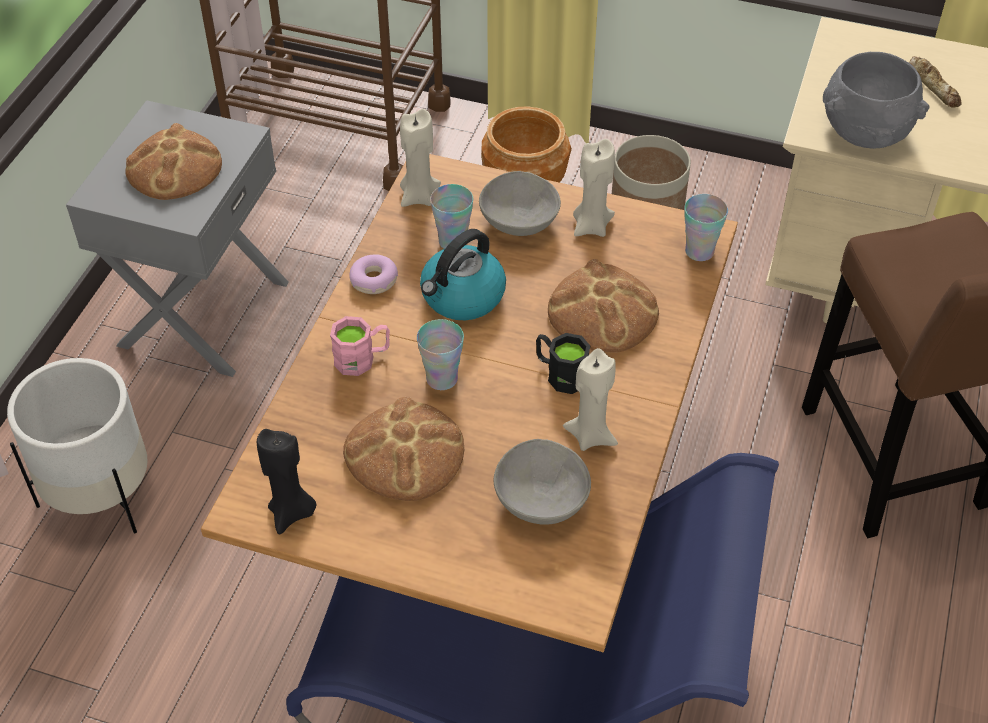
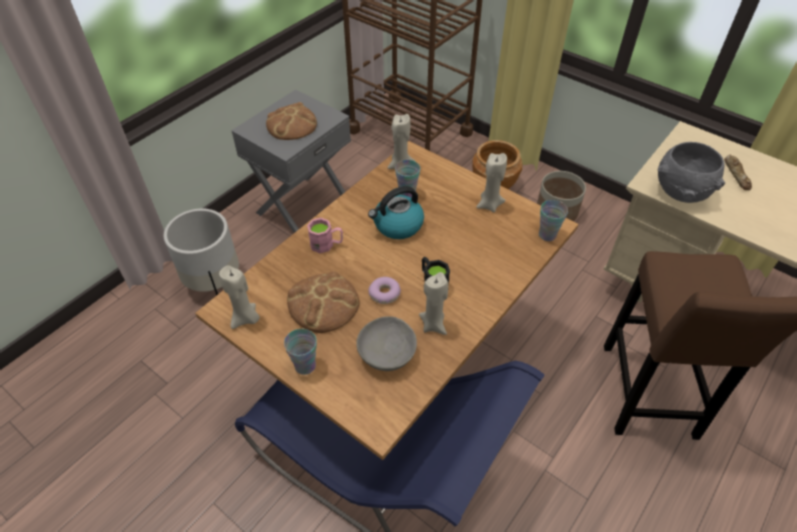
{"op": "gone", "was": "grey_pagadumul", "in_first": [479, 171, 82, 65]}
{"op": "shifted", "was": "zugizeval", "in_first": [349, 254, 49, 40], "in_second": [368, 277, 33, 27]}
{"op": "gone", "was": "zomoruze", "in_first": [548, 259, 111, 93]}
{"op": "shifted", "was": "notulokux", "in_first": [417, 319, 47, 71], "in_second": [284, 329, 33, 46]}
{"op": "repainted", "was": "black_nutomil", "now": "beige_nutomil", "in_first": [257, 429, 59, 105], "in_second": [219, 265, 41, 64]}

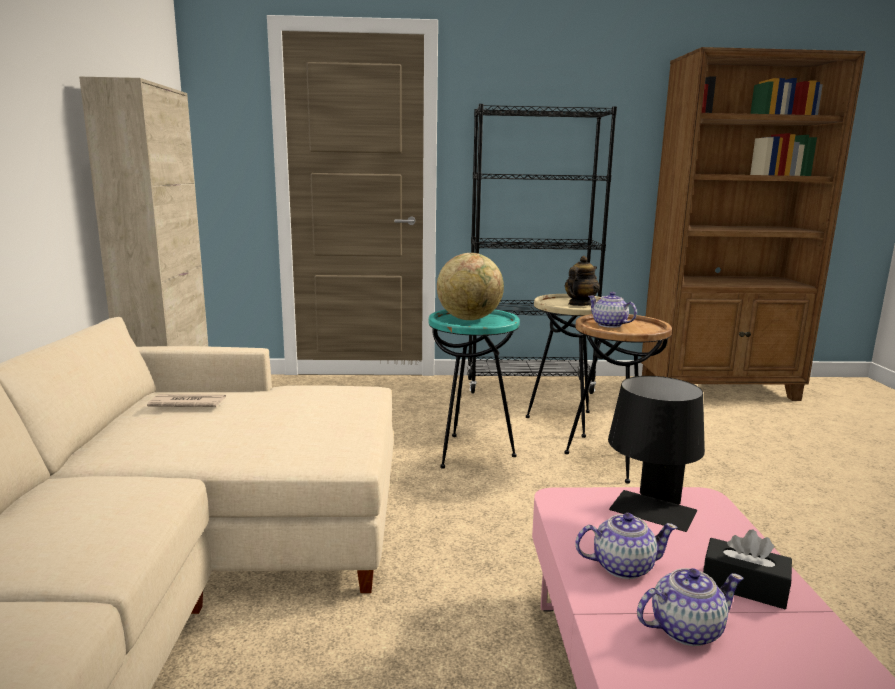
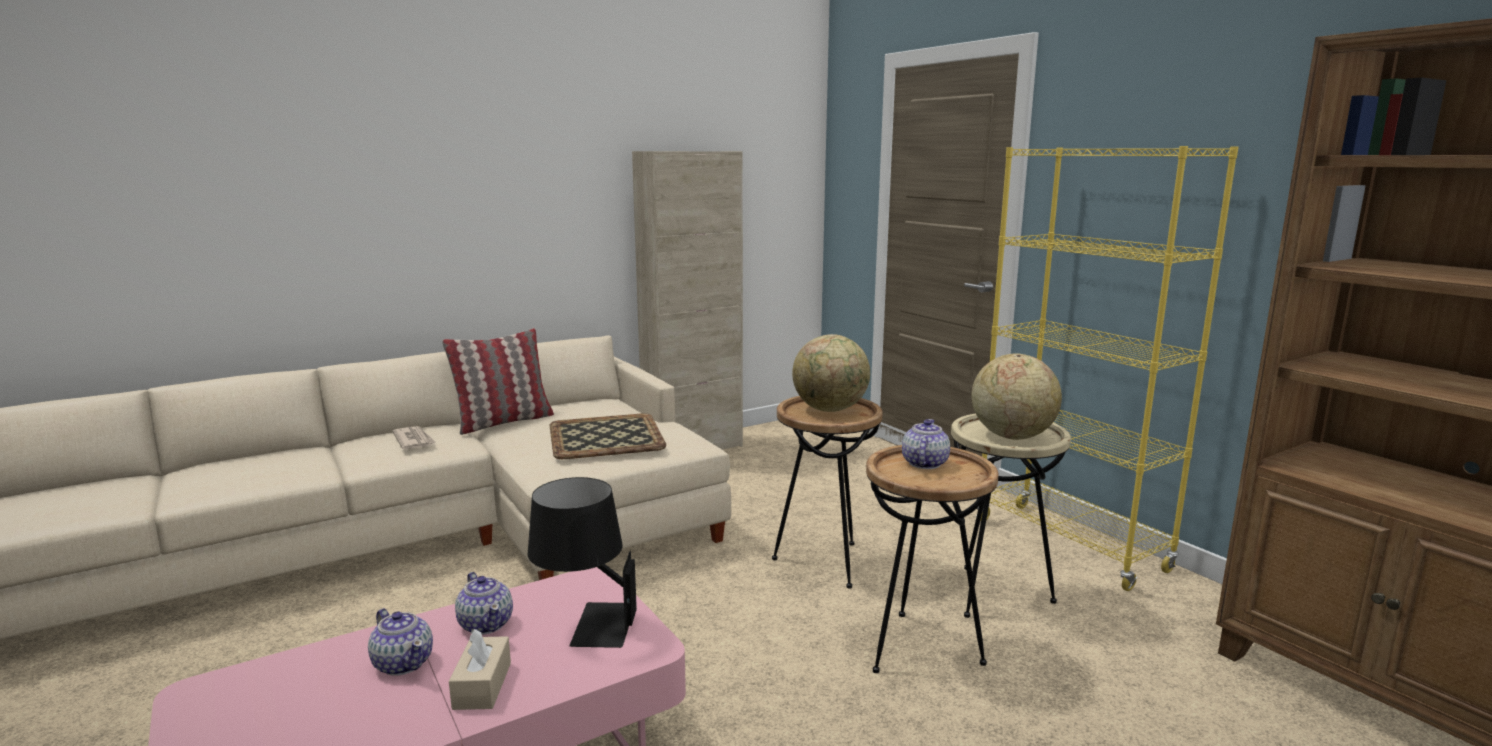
{"op": "repainted", "was": "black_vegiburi", "now": "yellow_vegiburi", "in_first": [467, 104, 150, 290], "in_second": [976, 146, 263, 445]}
{"op": "swapped", "was": "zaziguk", "now": "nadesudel", "in_first": [565, 256, 35, 50], "in_second": [971, 353, 91, 87]}
{"op": "repainted", "was": "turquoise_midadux", "now": "brown_midadux", "in_first": [429, 310, 91, 159], "in_second": [772, 396, 111, 193]}
{"op": "shifted", "was": "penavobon", "in_first": [147, 394, 79, 13], "in_second": [392, 426, 44, 23]}
{"op": "repainted", "was": "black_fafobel", "now": "beige_fafobel", "in_first": [703, 530, 89, 79], "in_second": [449, 629, 62, 81]}
{"op": "new", "now": "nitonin", "in_second": [442, 328, 112, 107]}
{"op": "new", "now": "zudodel", "in_second": [550, 413, 116, 46]}

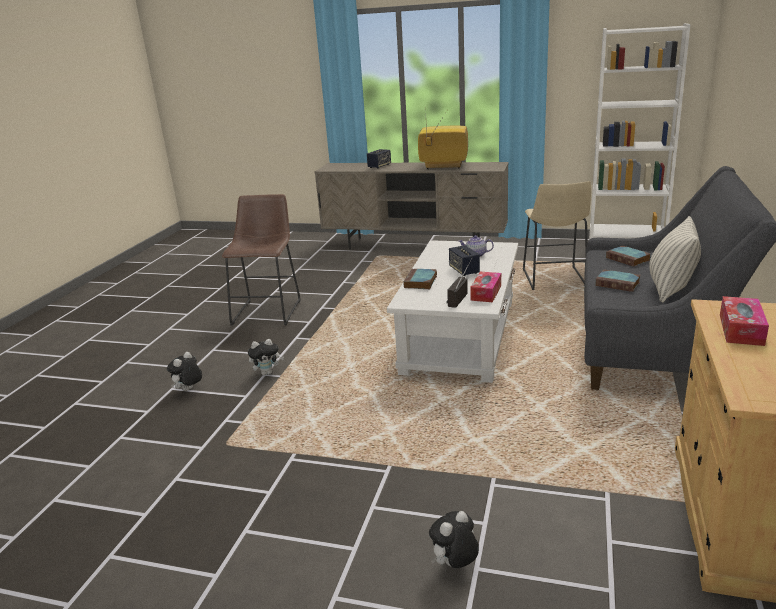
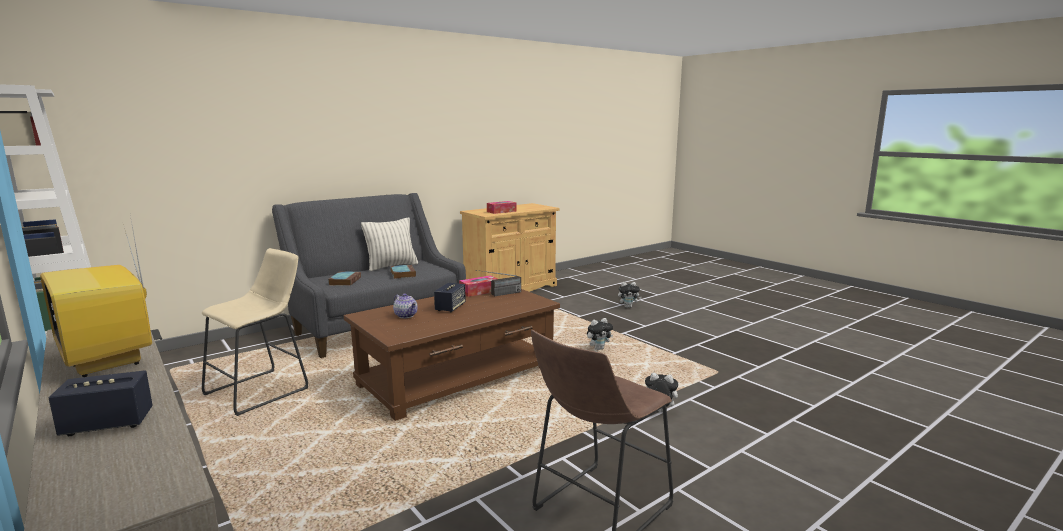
{"op": "repainted", "was": "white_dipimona", "now": "brown_dipimona", "in_first": [387, 240, 131, 143], "in_second": [344, 289, 216, 132]}
{"op": "gone", "was": "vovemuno", "in_first": [403, 268, 34, 21]}
{"op": "shifted", "was": "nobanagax", "in_first": [167, 352, 35, 39], "in_second": [587, 318, 26, 32]}

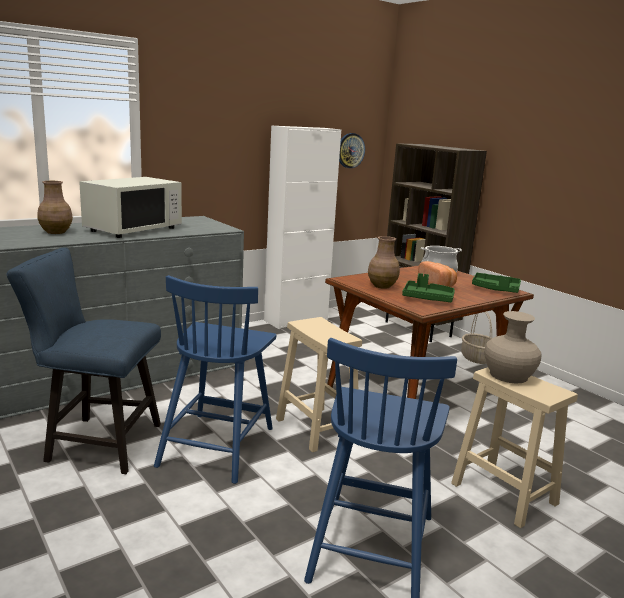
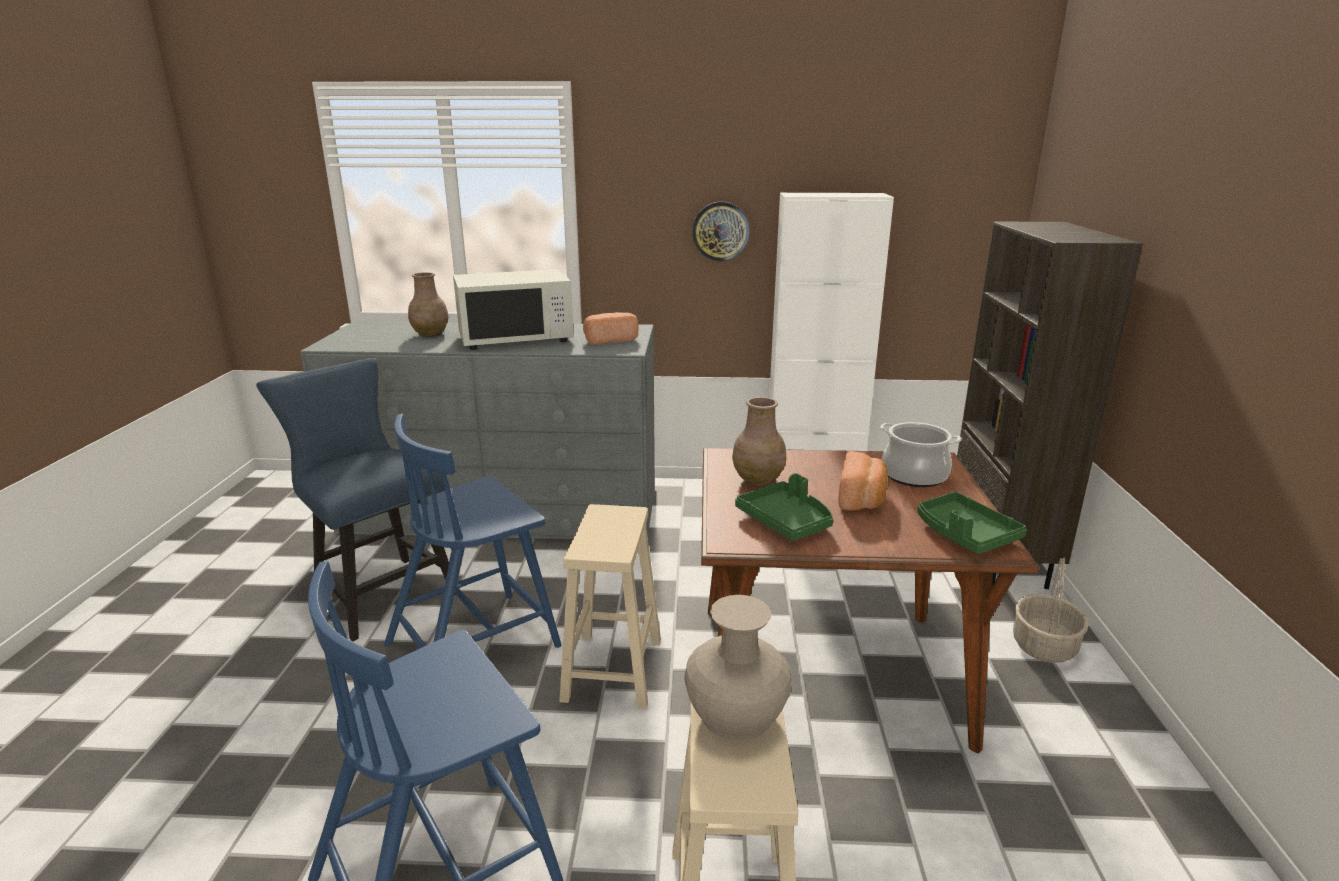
{"op": "shifted", "was": "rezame", "in_first": [339, 133, 26, 35], "in_second": [692, 202, 58, 59]}
{"op": "new", "now": "zomoruze", "in_second": [583, 312, 55, 33]}

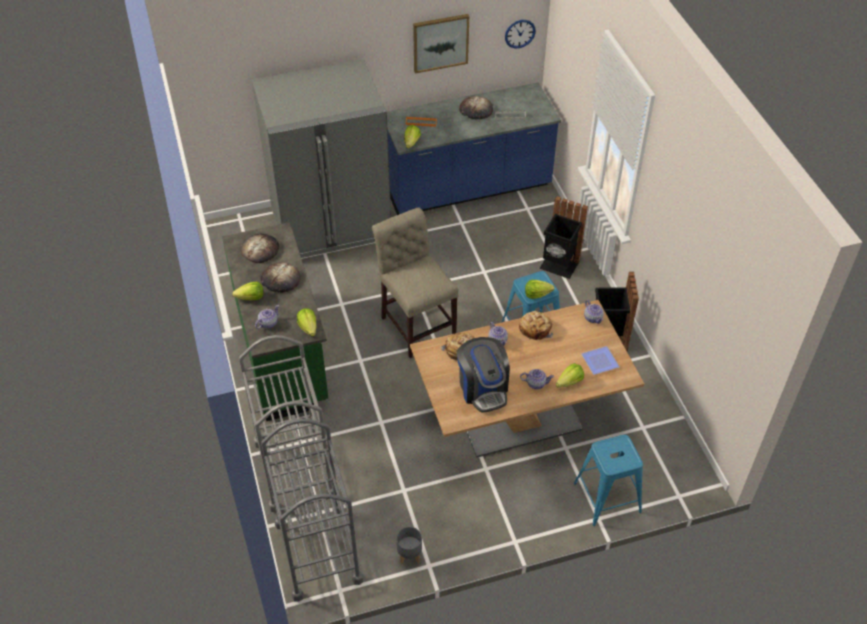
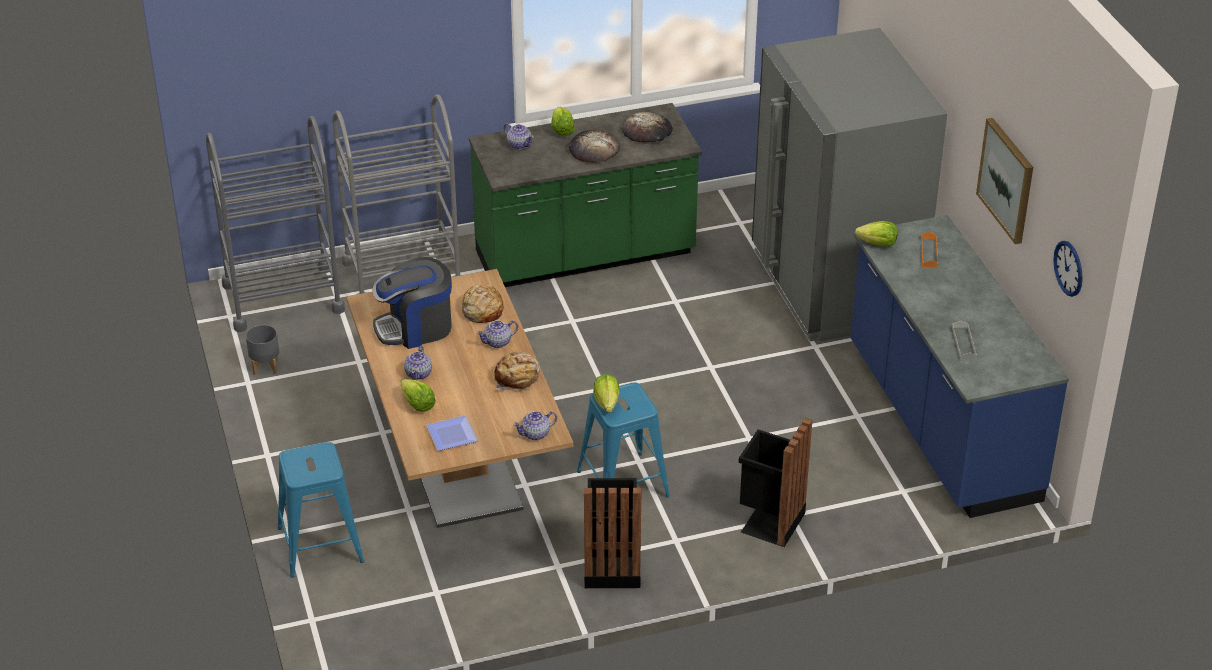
{"op": "gone", "was": "zomoruze", "in_first": [459, 96, 34, 23]}
{"op": "gone", "was": "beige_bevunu", "in_first": [372, 207, 87, 151]}
{"op": "gone", "was": "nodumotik", "in_first": [297, 308, 20, 28]}

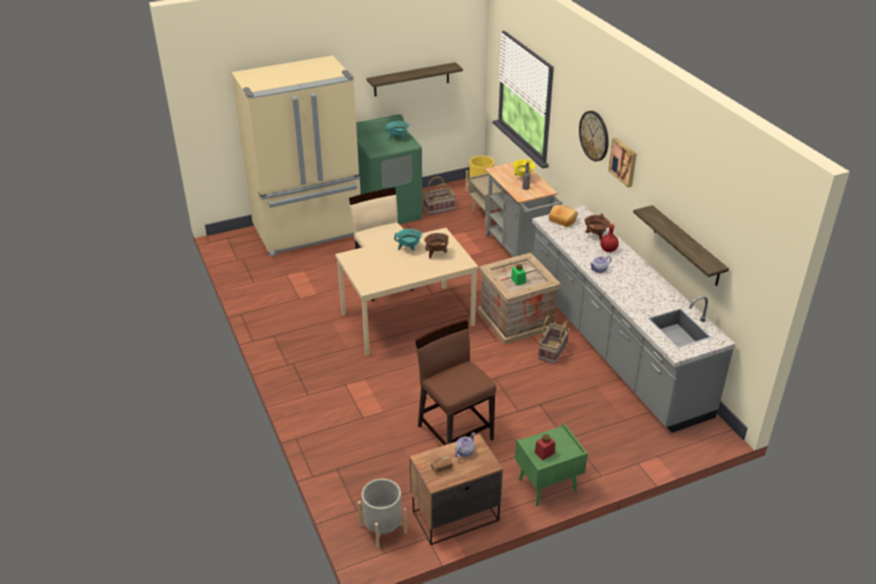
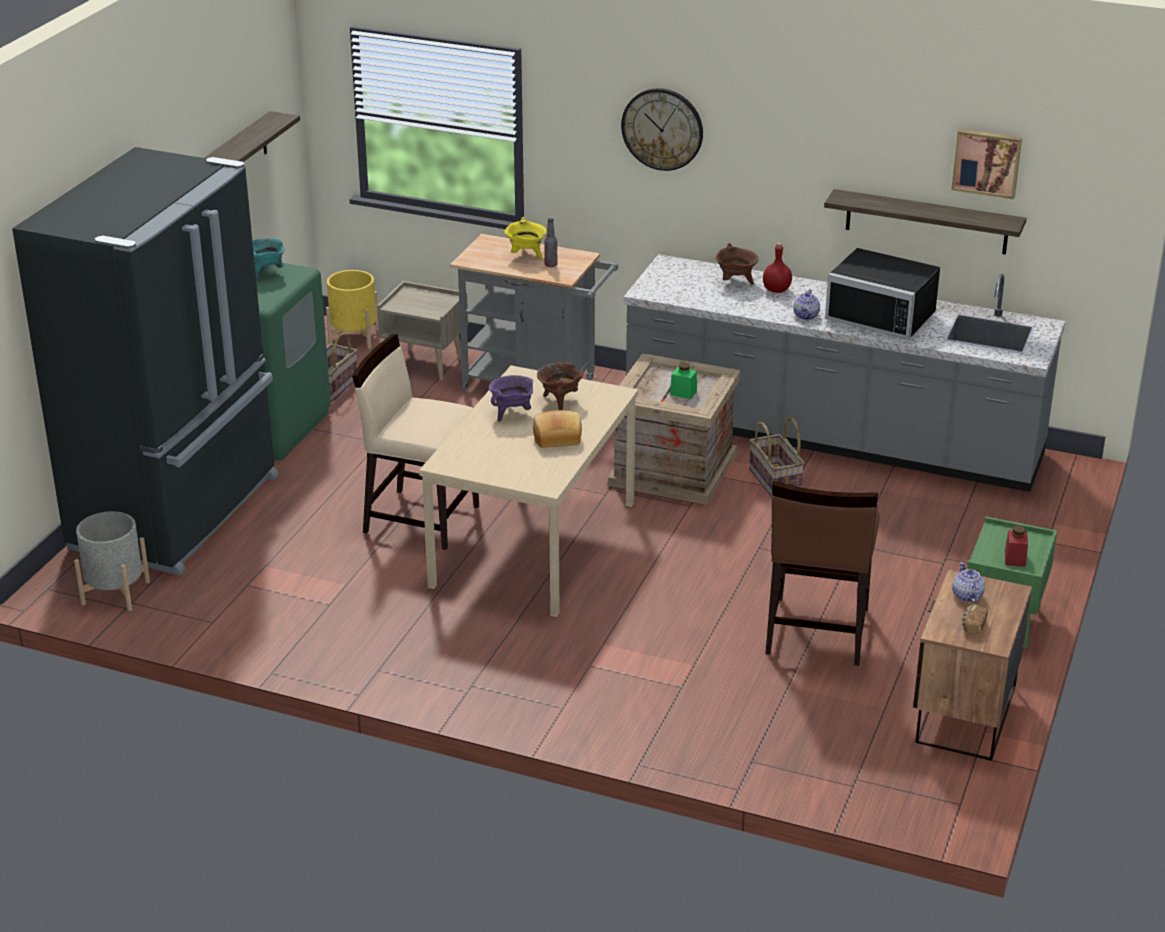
{"op": "repainted", "was": "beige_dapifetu", "now": "black_dapifetu", "in_first": [231, 55, 130, 202], "in_second": [12, 147, 266, 428]}
{"op": "shifted", "was": "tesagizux", "in_first": [608, 138, 29, 50], "in_second": [951, 129, 71, 70]}
{"op": "shifted", "was": "zomoruze", "in_first": [549, 205, 29, 22], "in_second": [533, 410, 49, 38]}
{"op": "repainted", "was": "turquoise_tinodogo", "now": "purple_tinodogo", "in_first": [394, 229, 28, 22], "in_second": [489, 375, 45, 47]}
{"op": "rotated", "was": "brown_bevunu", "in_first": [415, 320, 81, 125], "in_second": [766, 481, 113, 185], "clockwise": -90}
{"op": "shifted", "was": "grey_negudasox", "in_first": [358, 479, 49, 70], "in_second": [74, 511, 76, 100]}
{"op": "new", "now": "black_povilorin", "in_second": [825, 248, 115, 92]}

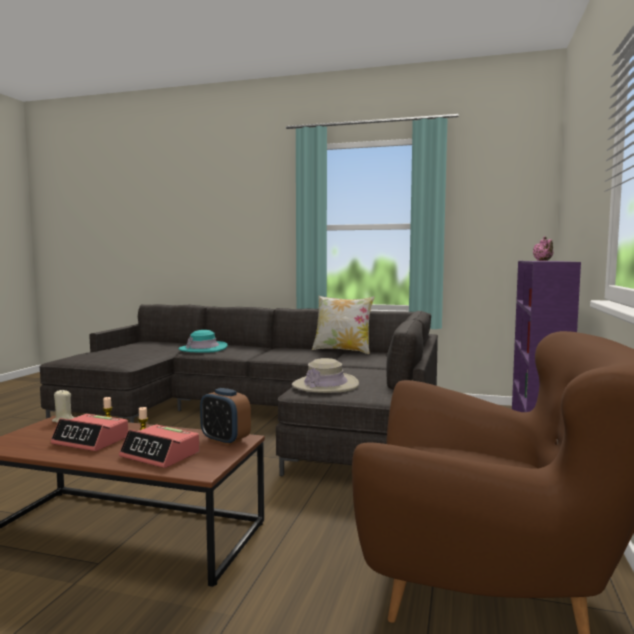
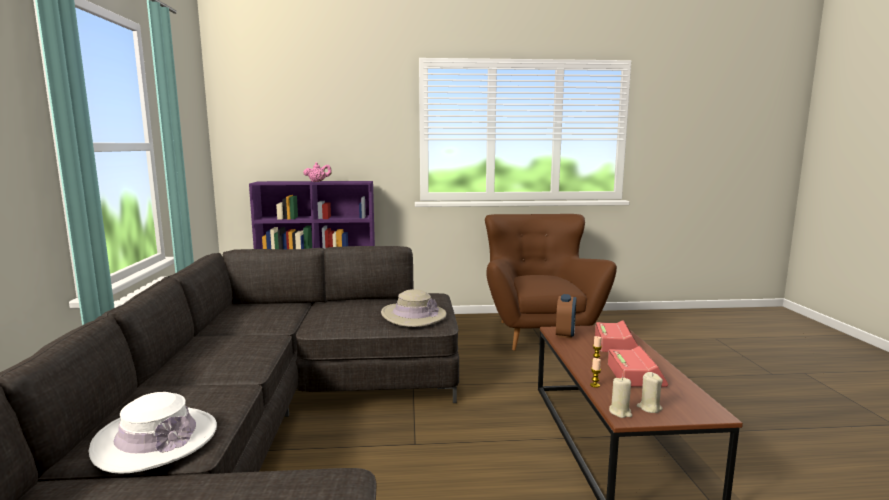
{"op": "gone", "was": "nitonin", "in_first": [312, 296, 63, 58]}
{"op": "repainted", "was": "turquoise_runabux", "now": "white_runabux", "in_first": [179, 330, 49, 23], "in_second": [89, 392, 128, 82]}
{"op": "new", "now": "beige_nutomil", "in_second": [637, 372, 26, 41]}

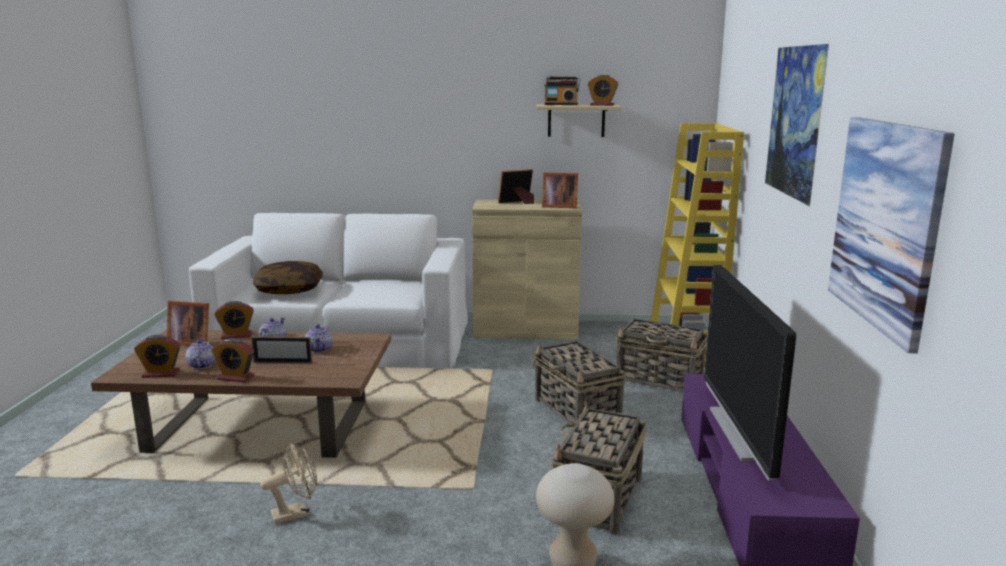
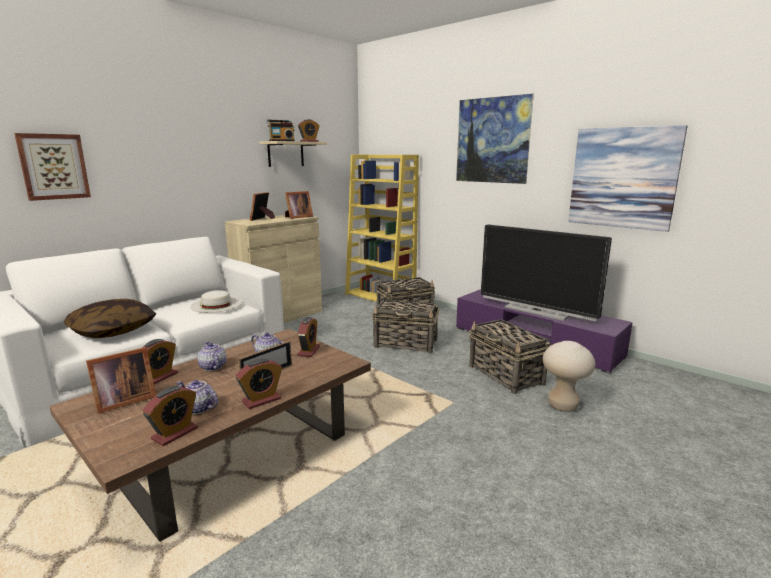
{"op": "gone", "was": "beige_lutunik", "in_first": [260, 443, 57, 81]}
{"op": "new", "now": "tesagizux", "in_second": [14, 133, 77, 68]}
{"op": "new", "now": "white_runabux", "in_second": [190, 290, 52, 23]}
{"op": "new", "now": "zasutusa", "in_second": [297, 317, 23, 40]}

